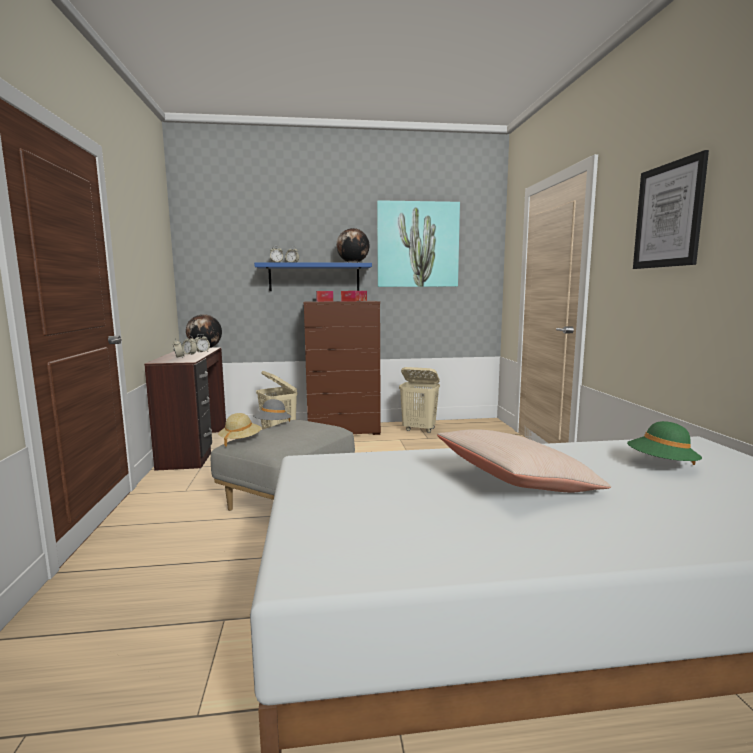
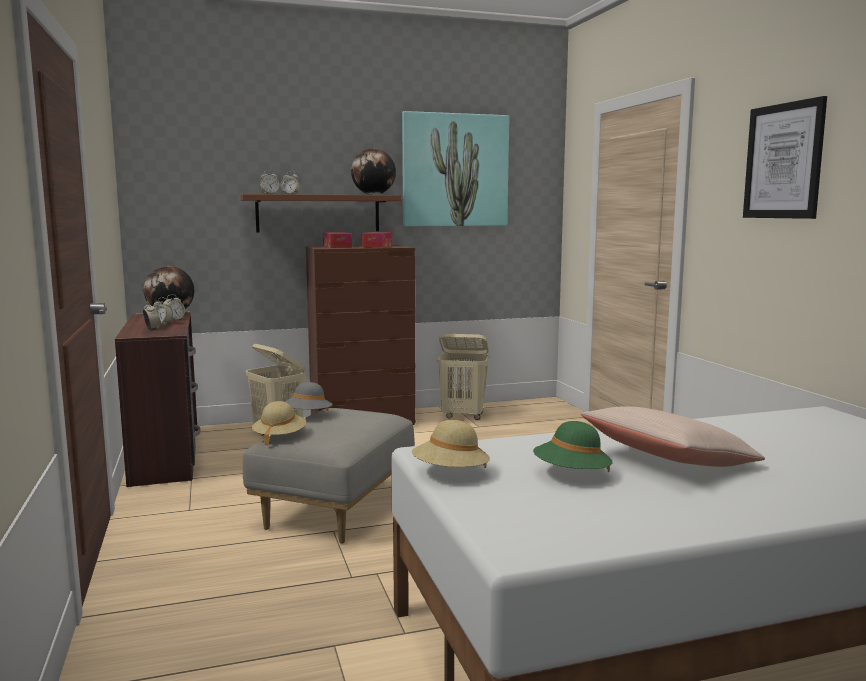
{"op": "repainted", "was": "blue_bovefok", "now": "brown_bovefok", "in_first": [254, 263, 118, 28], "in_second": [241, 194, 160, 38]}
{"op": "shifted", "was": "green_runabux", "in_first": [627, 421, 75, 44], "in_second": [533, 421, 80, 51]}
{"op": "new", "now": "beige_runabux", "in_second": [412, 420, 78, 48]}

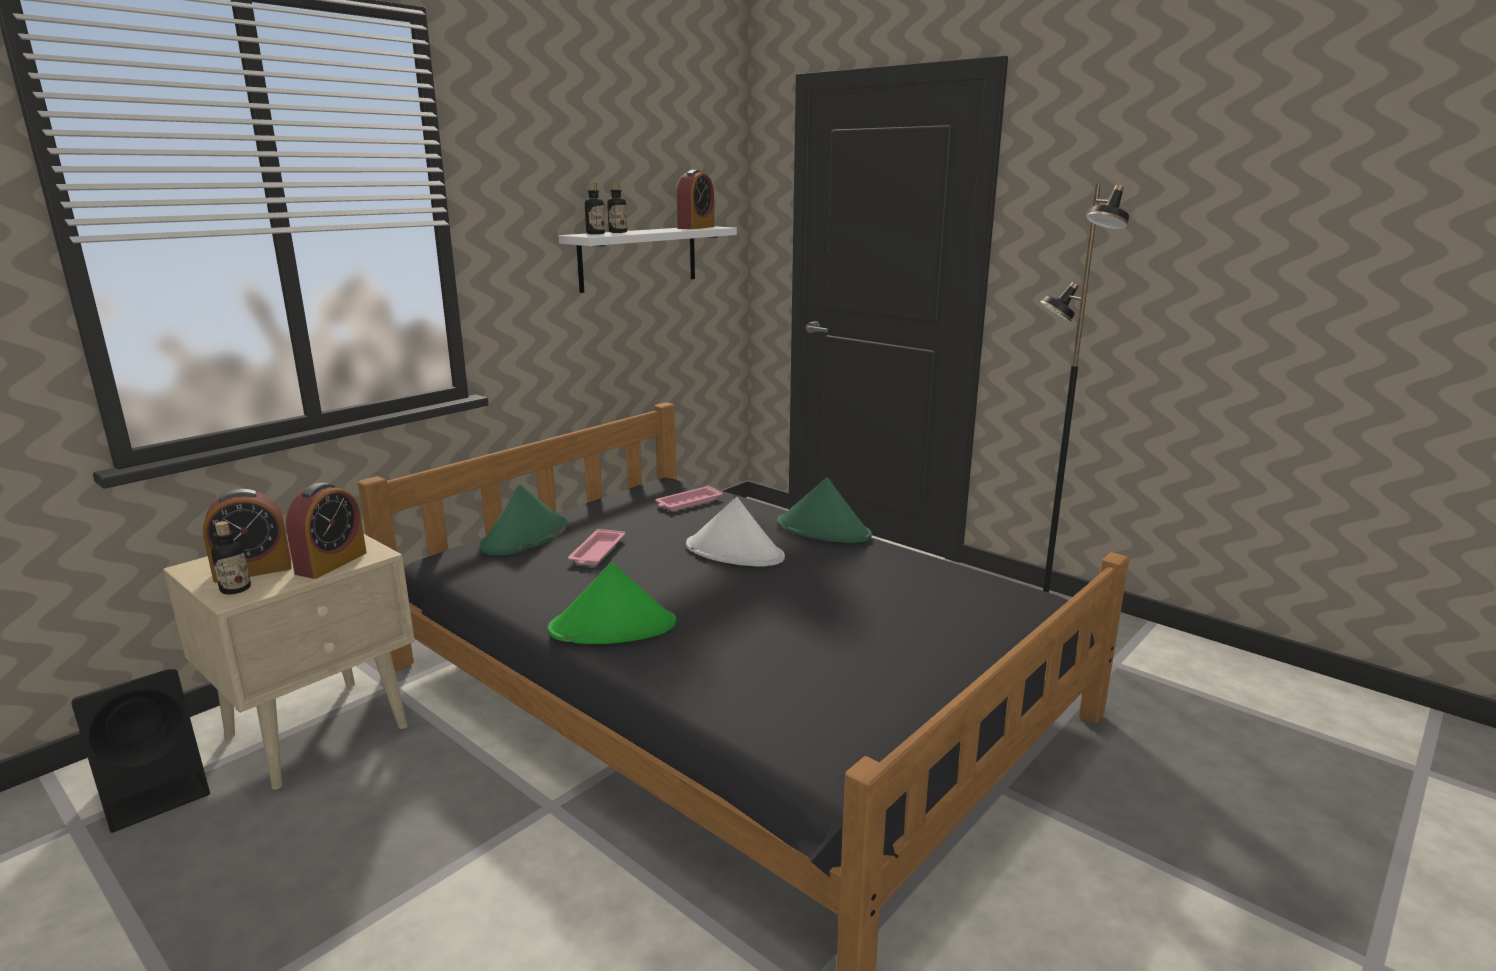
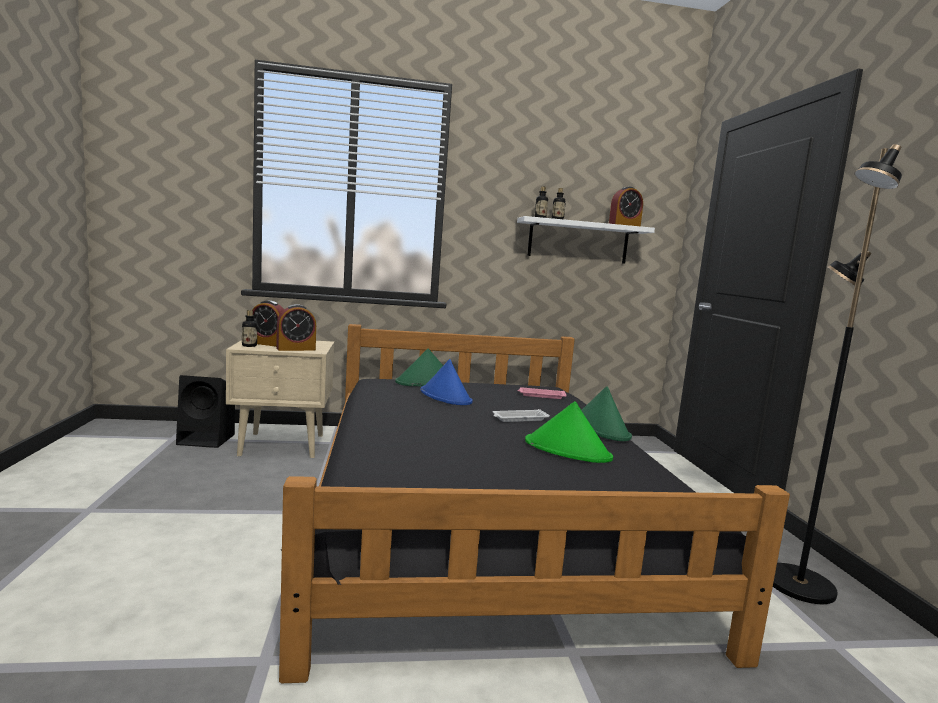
{"op": "swapped", "was": "white_runabux", "now": "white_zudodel", "in_first": [686, 497, 99, 70], "in_second": [492, 409, 58, 13]}
{"op": "swapped", "was": "pink_zudodel", "now": "blue_runabux", "in_first": [568, 529, 57, 36], "in_second": [420, 359, 53, 46]}
{"op": "shifted", "was": "green_runabux", "in_first": [548, 562, 128, 82], "in_second": [525, 401, 88, 62]}

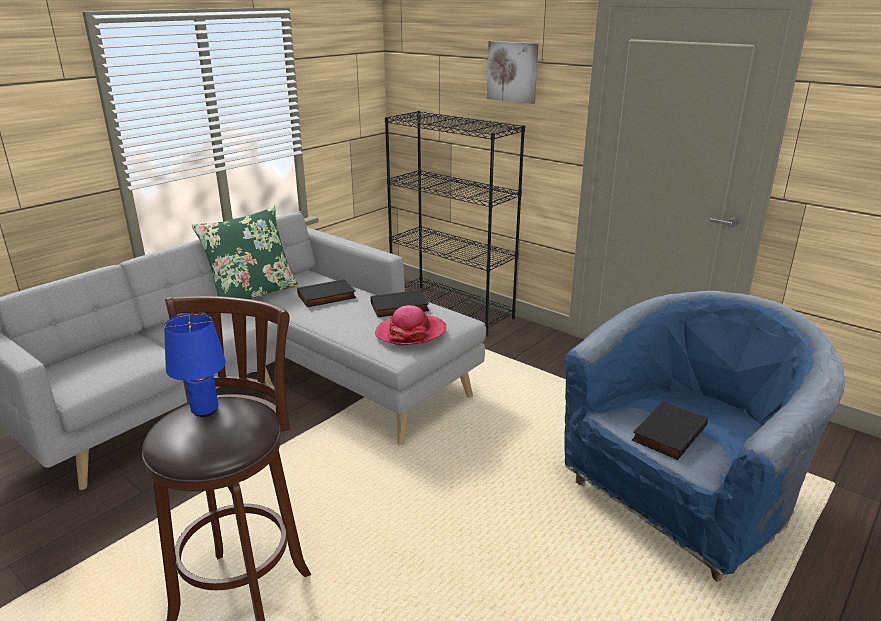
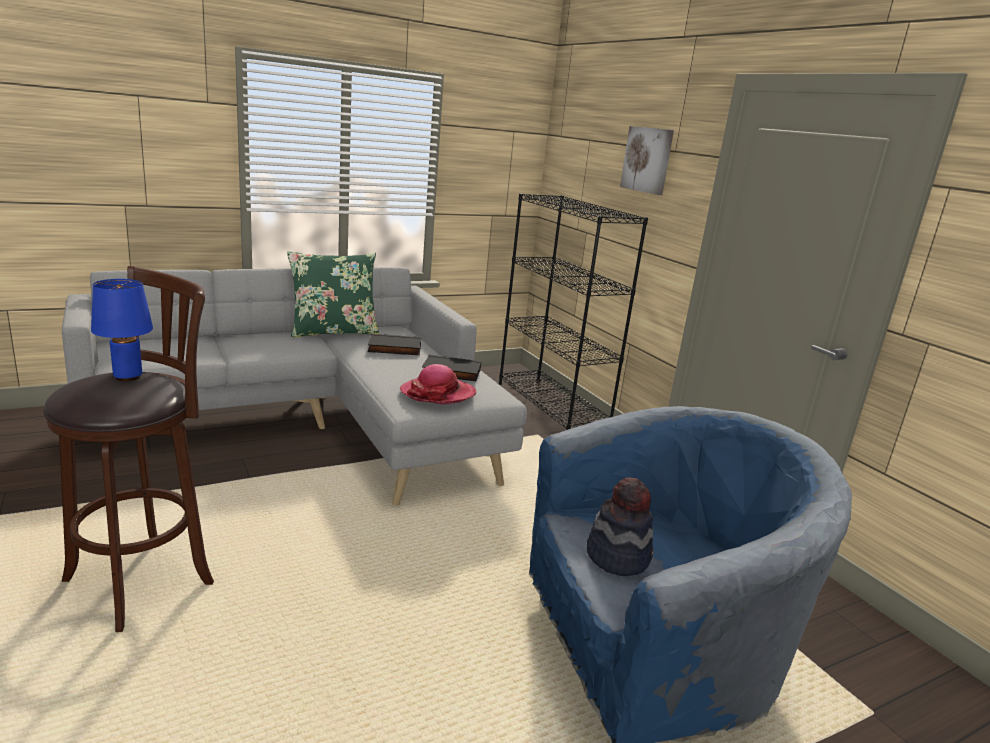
{"op": "swapped", "was": "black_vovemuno", "now": "runabux", "in_first": [632, 401, 76, 59], "in_second": [587, 477, 67, 99]}

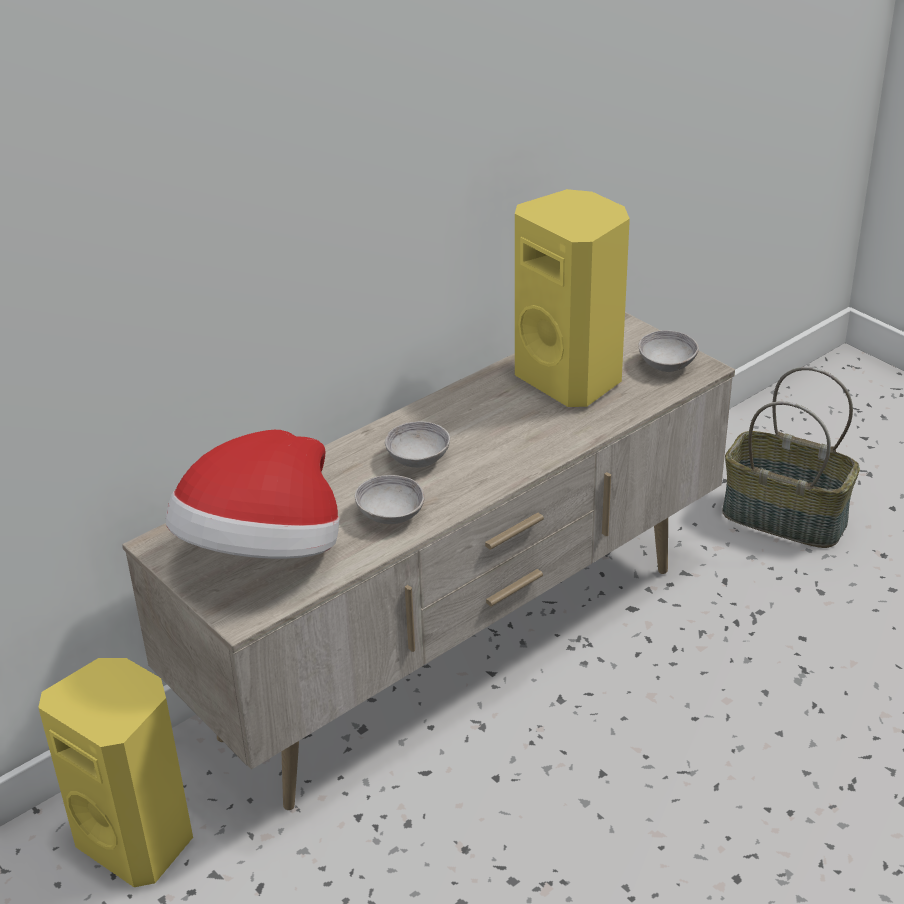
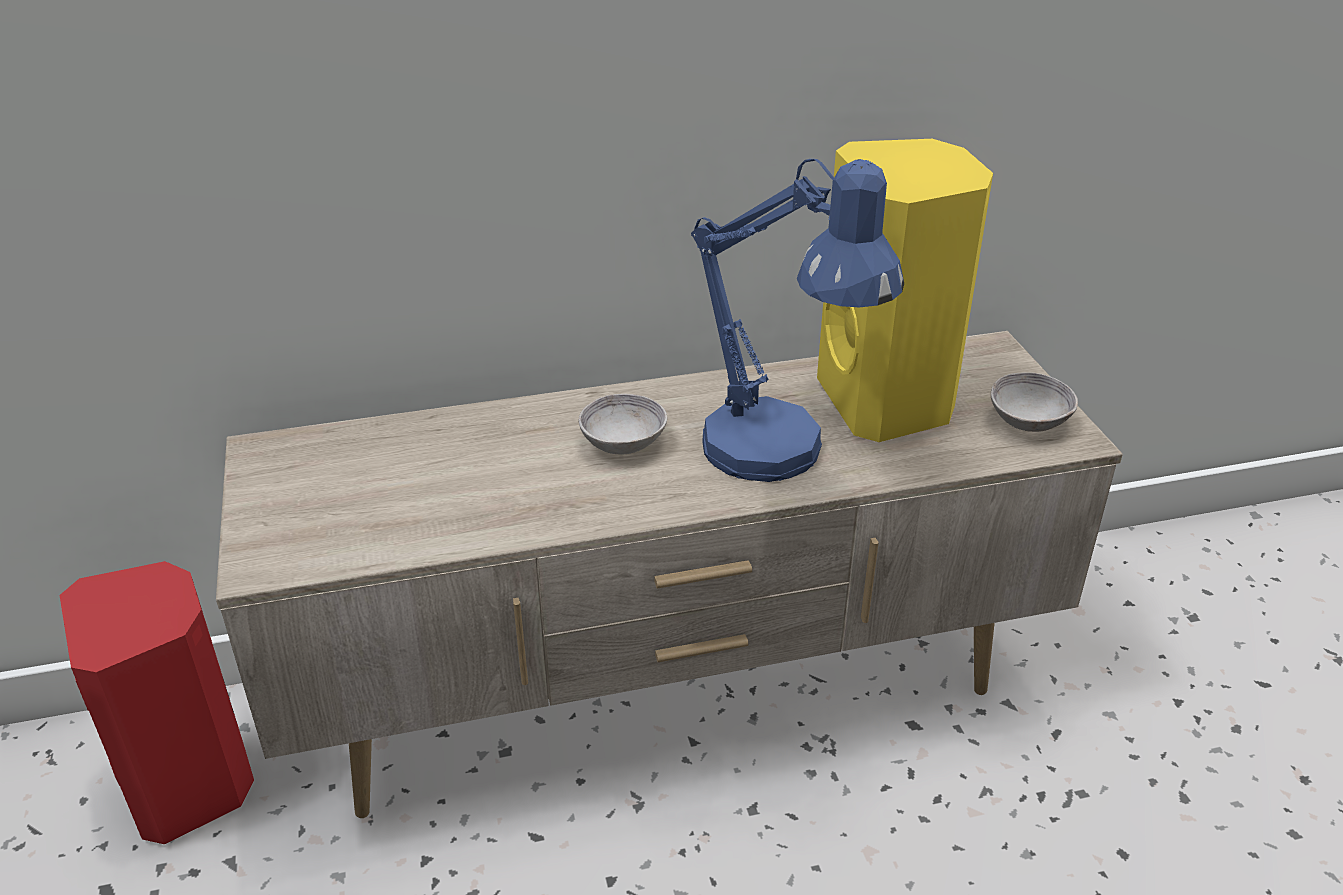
{"op": "gone", "was": "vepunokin", "in_first": [722, 367, 138, 181]}
{"op": "gone", "was": "runabux", "in_first": [166, 430, 173, 129]}
{"op": "gone", "was": "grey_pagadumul", "in_first": [355, 475, 70, 49]}
{"op": "repainted", "was": "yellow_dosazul", "now": "red_dosazul", "in_first": [38, 658, 155, 229], "in_second": [60, 561, 194, 283]}
{"op": "new", "now": "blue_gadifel", "in_second": [691, 159, 213, 323]}

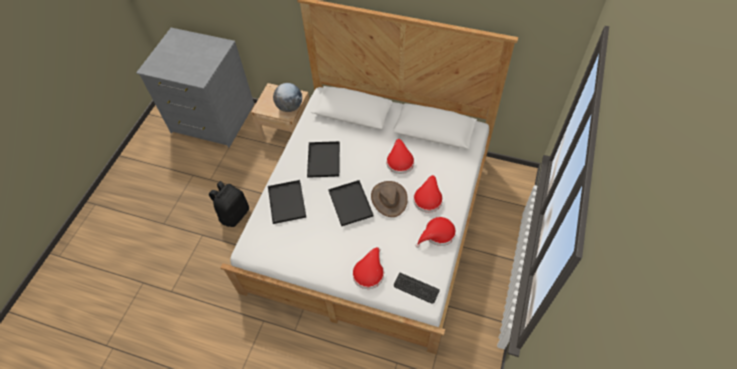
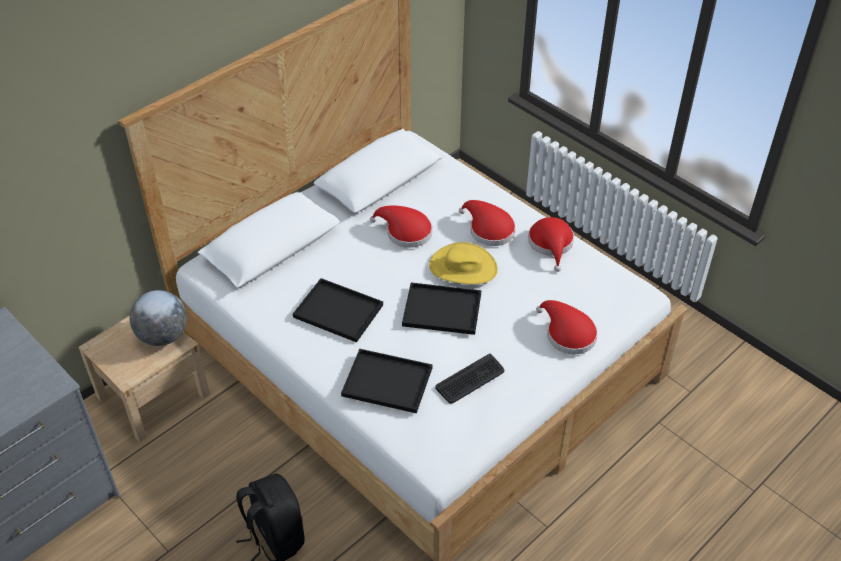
{"op": "repainted", "was": "brown_runabux", "now": "yellow_runabux", "in_first": [371, 181, 37, 36], "in_second": [429, 242, 69, 42]}
{"op": "shifted", "was": "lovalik", "in_first": [394, 273, 46, 31], "in_second": [435, 354, 69, 49]}

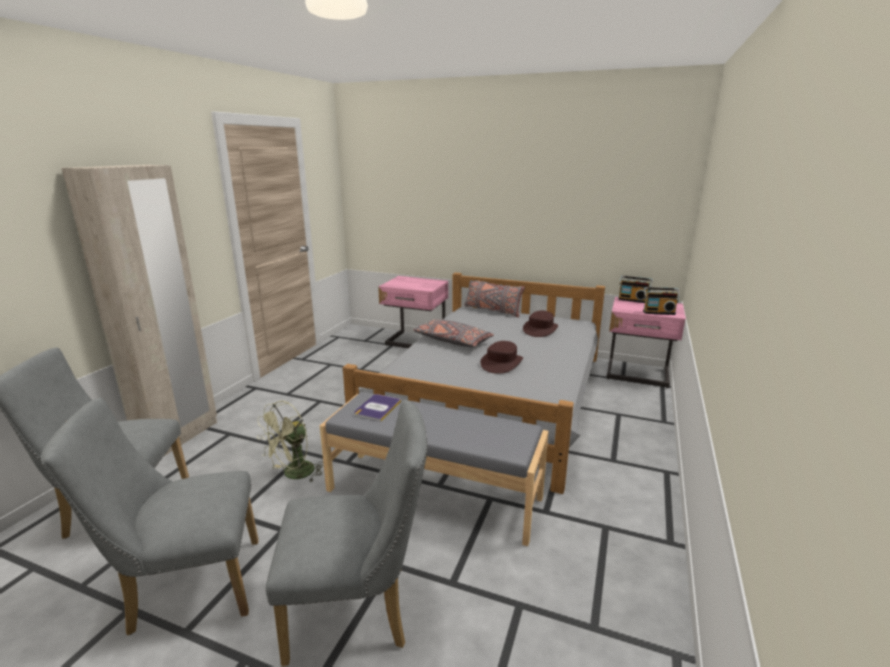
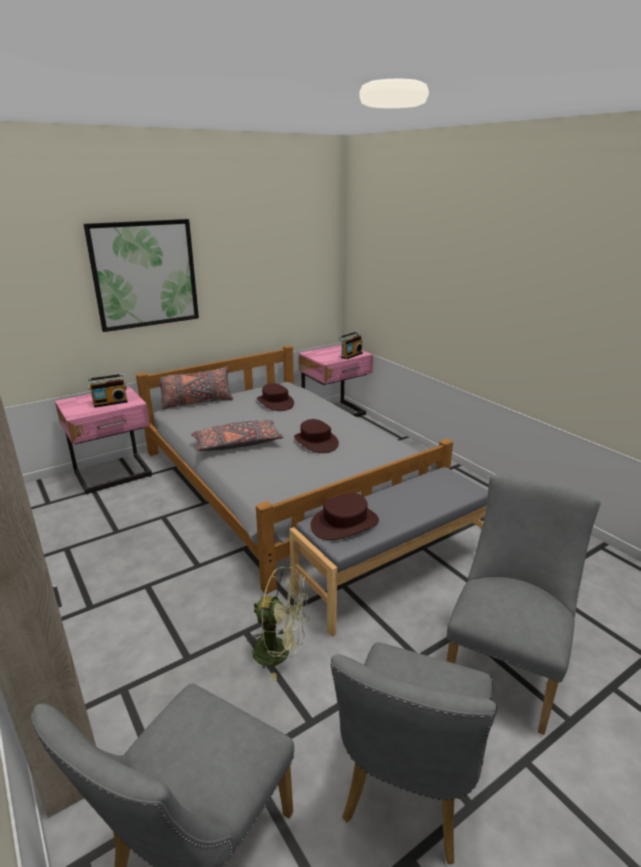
{"op": "shifted", "was": "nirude", "in_first": [618, 276, 35, 27], "in_second": [87, 374, 41, 34]}
{"op": "swapped", "was": "vovemuno", "now": "brown_runabux", "in_first": [354, 394, 47, 28], "in_second": [310, 493, 69, 47]}
{"op": "rotated", "was": "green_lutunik", "in_first": [257, 401, 67, 81], "in_second": [247, 566, 62, 115], "clockwise": -60}
{"op": "new", "now": "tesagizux", "in_second": [84, 219, 115, 113]}

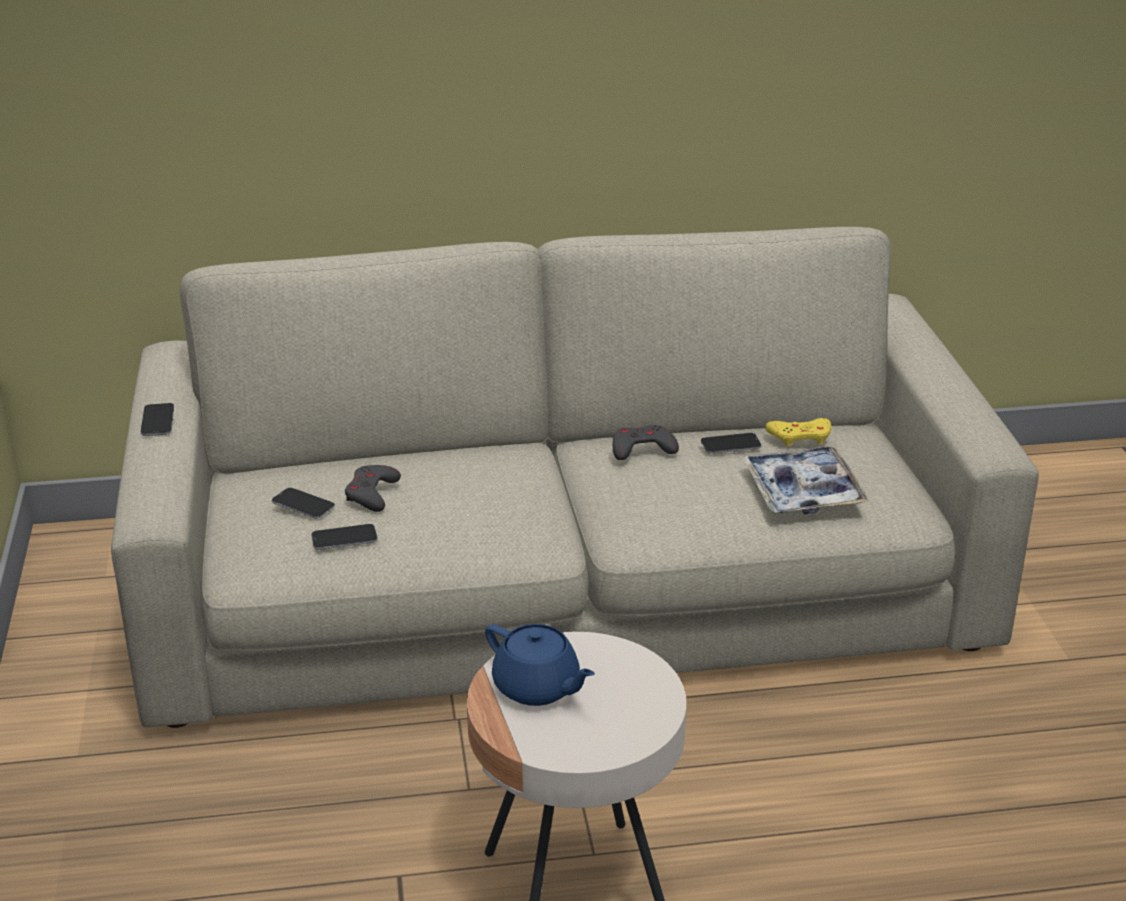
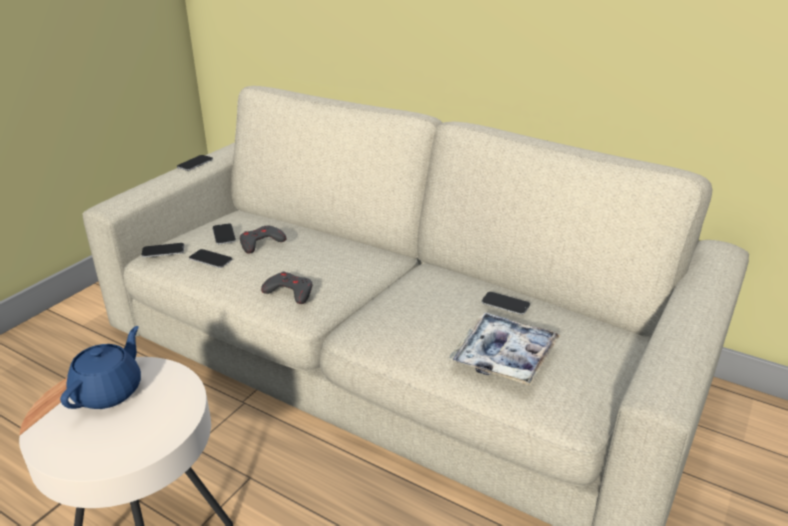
{"op": "gone", "was": "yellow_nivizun", "in_first": [766, 418, 65, 29]}
{"op": "shifted", "was": "grey_nivizun", "in_first": [613, 425, 66, 35], "in_second": [261, 272, 51, 32]}
{"op": "rotated", "was": "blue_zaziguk", "in_first": [485, 624, 110, 82], "in_second": [60, 326, 81, 83], "clockwise": -150}
{"op": "new", "now": "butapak", "in_second": [141, 243, 43, 14]}

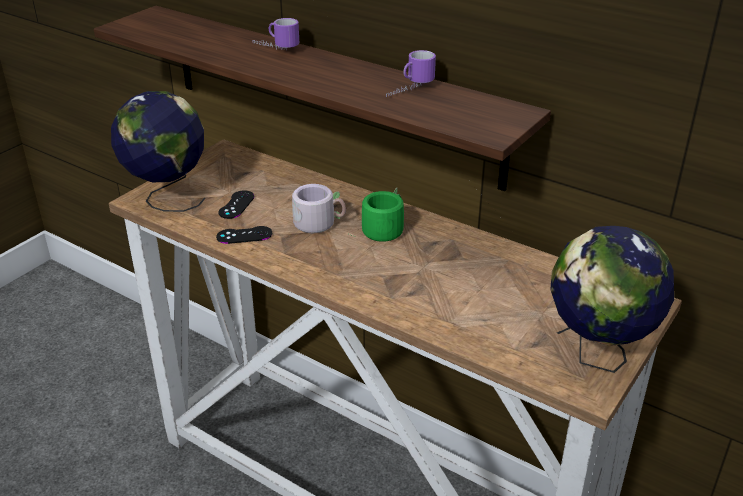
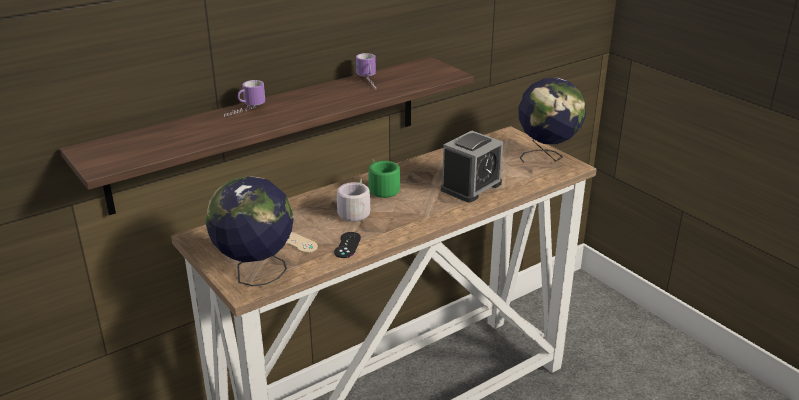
{"op": "repainted", "was": "black_nivizun", "now": "beige_nivizun", "in_first": [218, 190, 36, 29], "in_second": [285, 232, 33, 21]}
{"op": "new", "now": "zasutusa", "in_second": [441, 130, 62, 73]}

